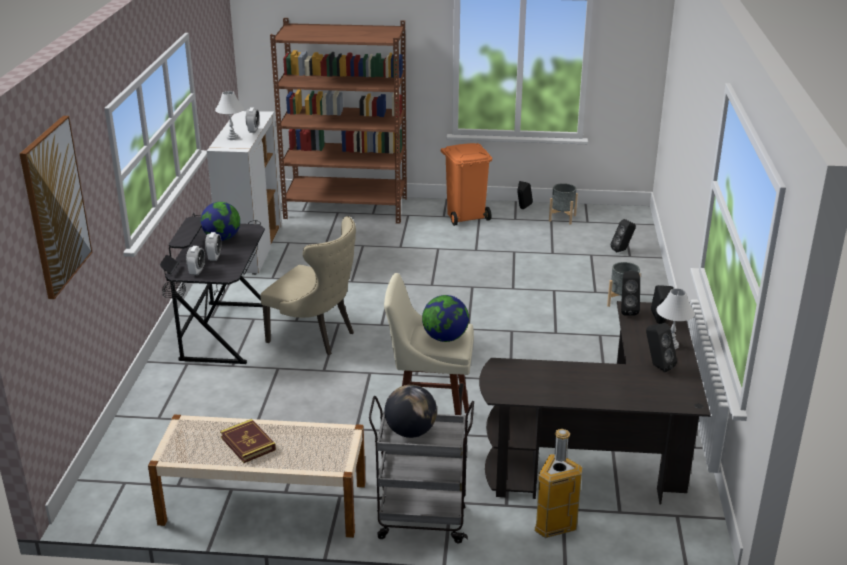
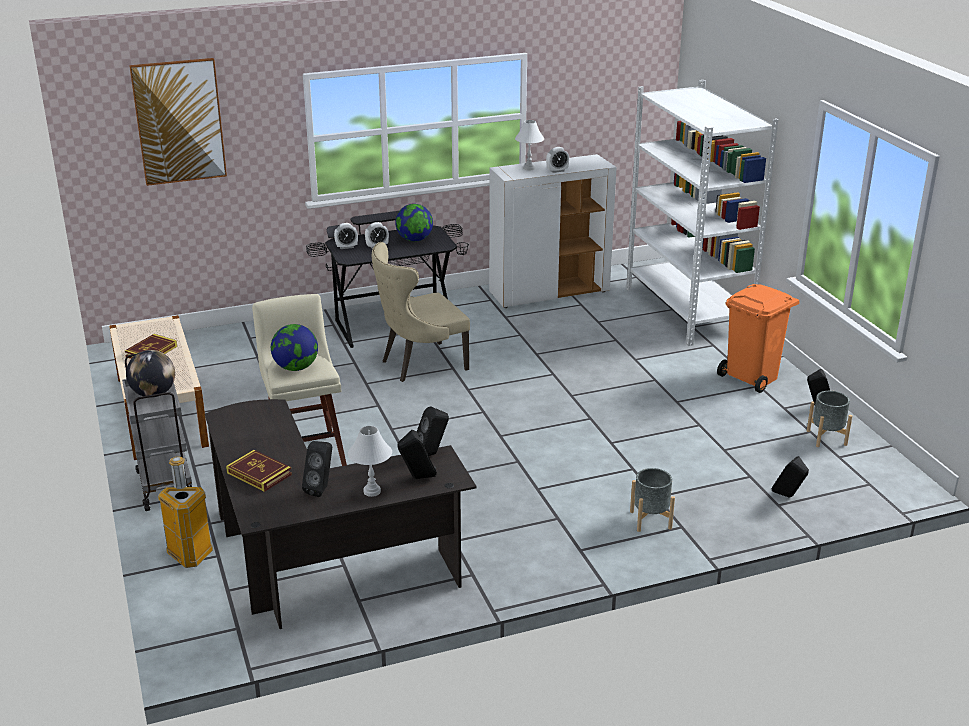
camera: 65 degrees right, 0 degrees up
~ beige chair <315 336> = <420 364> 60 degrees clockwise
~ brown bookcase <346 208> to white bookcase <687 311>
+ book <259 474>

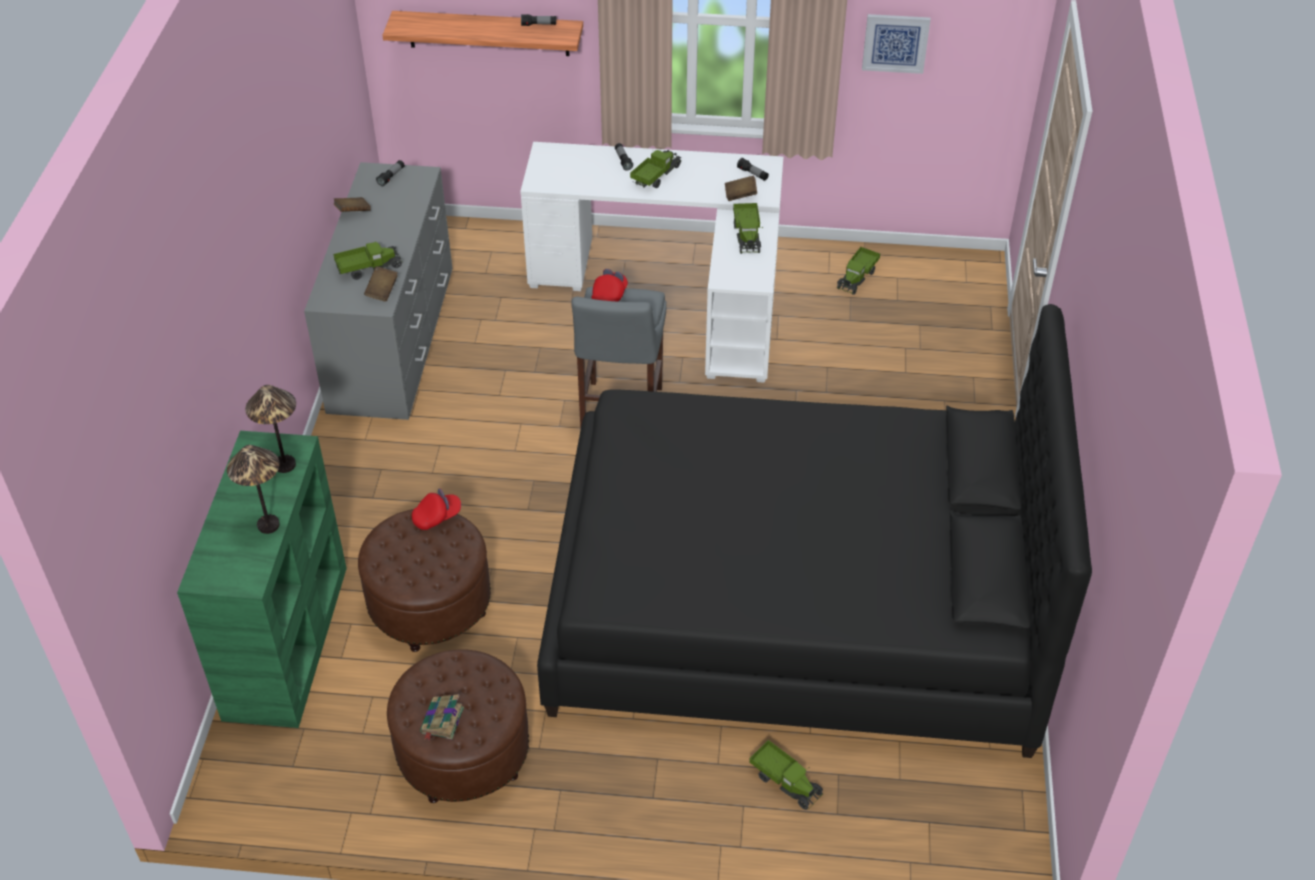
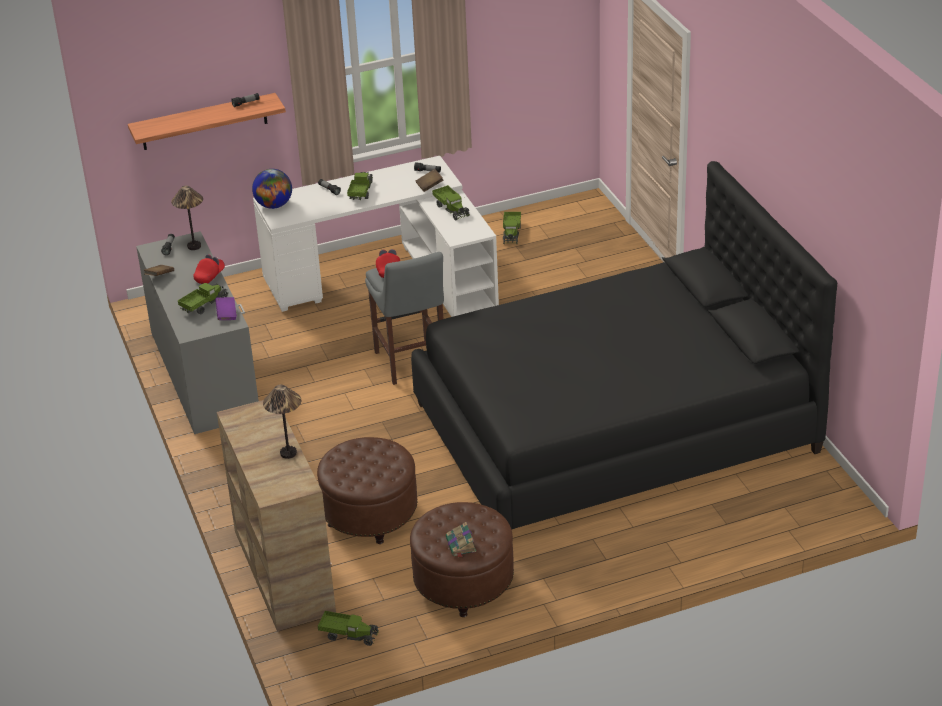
camera: 25 degrees left, 10 degrees down
~ green bookcase <284 641> to brown bookcase <282 572>
~ table lamp <284 465> to <194 246>
~ brown book <382 291> to purple book <226 314>
~ red cap <437 517> to <210 276>
~ toy truck <785 781> to <348 634>
- picture <895 43>
+ globe <274 205>

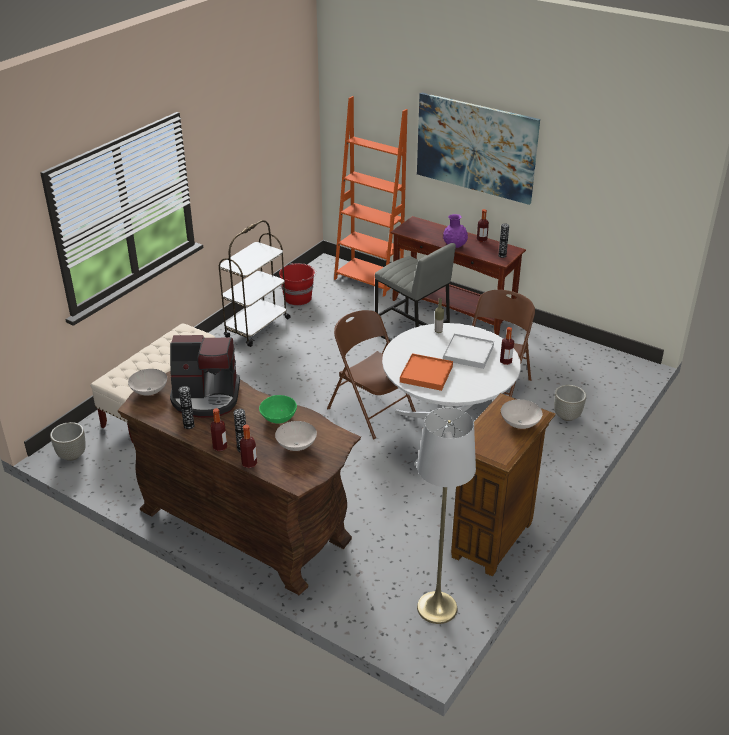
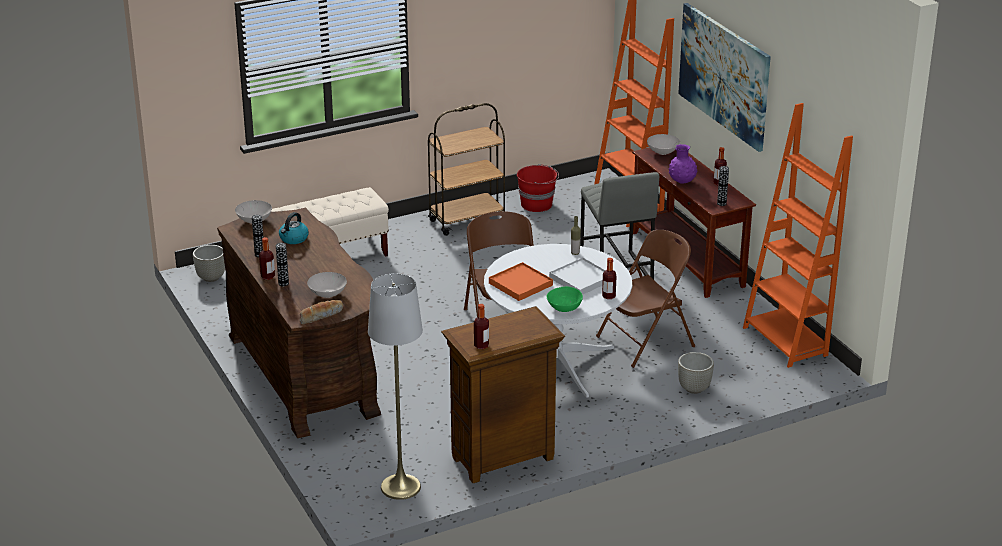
camera: 30 degrees right, 5 degrees down
~ coffee machine <206 398> to kettle <293 239>
~ white cart <256 328> to brown cart <467 221>
~ bottle <249 463> to <481 345>
~ green bowl <278 418> to <564 307>
~ white bowl <520 424> to <663 152>
+ bread <321 316>
+ orange bookcase <785 341>

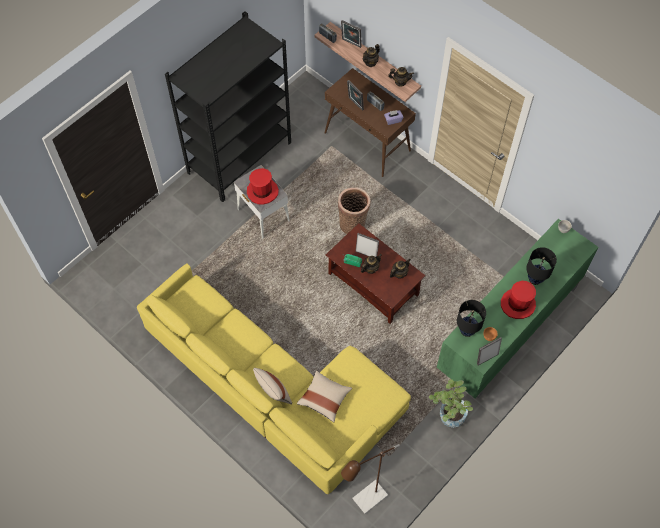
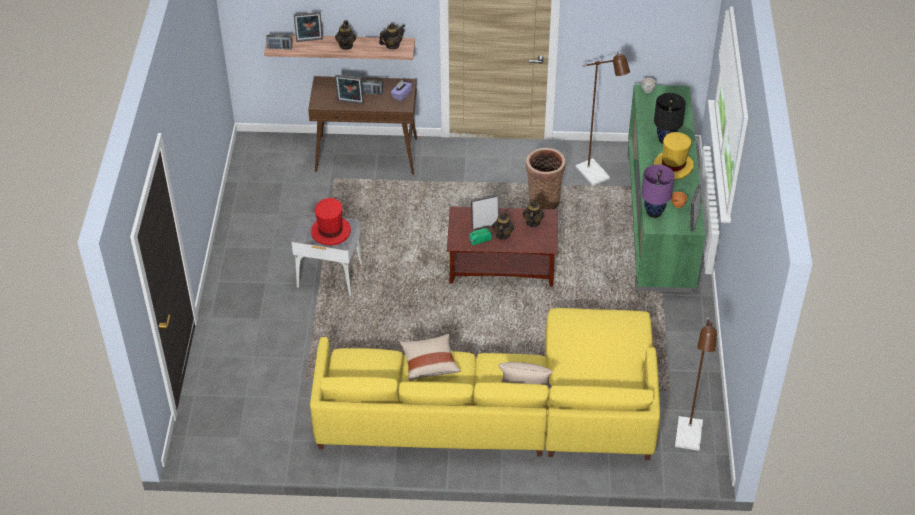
camera: 40 degrees left, 15 degrees down
- black bookcase <239 157>
~ beige pillow <324 399> to <429 363>
~ basket <353 223> to <543 200>
- potted plant <448 416>
~ black table lamp <467 330> to purple table lamp <654 212>
~ red hat <518 304> to yellow hat <673 166>
+ brown floor lamp <596 177>

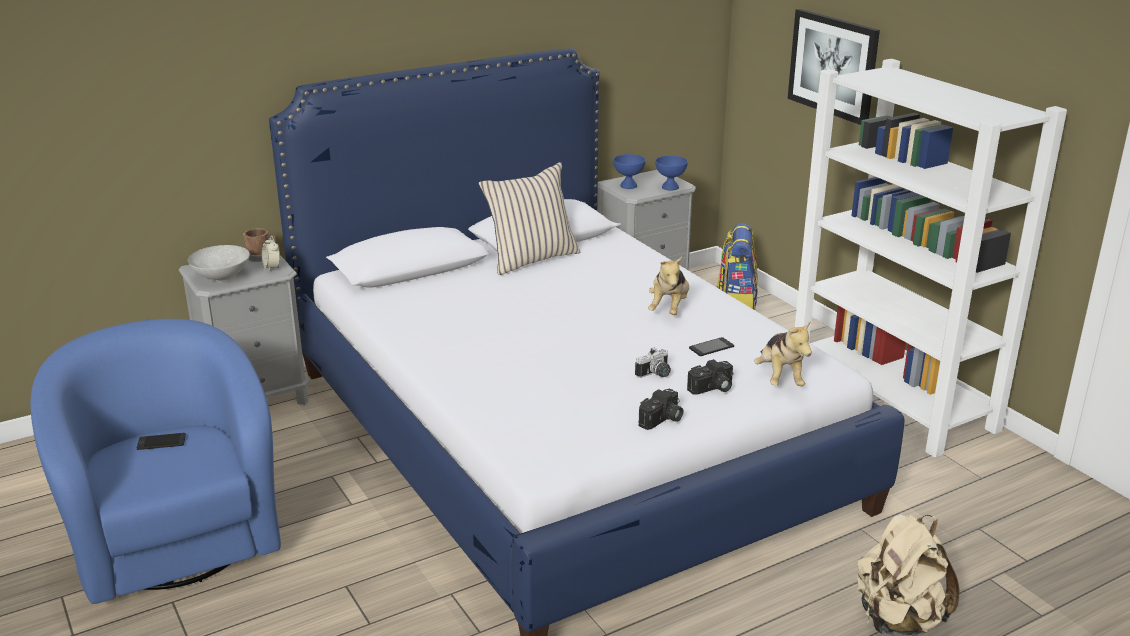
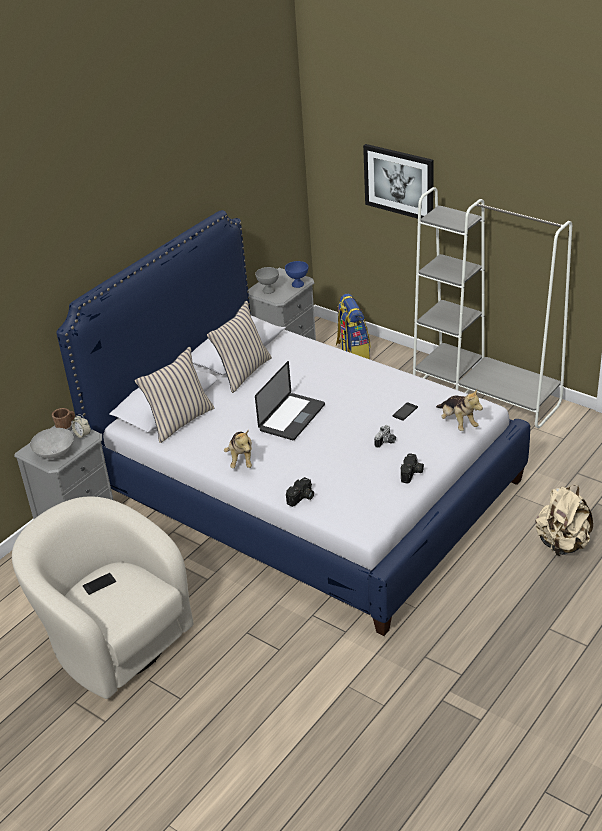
camera: 20 degrees left, 10 degrees up
~ blue armchair <175 538> to beige armchair <113 640>
~ blue bowl <628 186> to grey bowl <268 291>
~ plush toy <669 308> to <241 459>
~ photo camera <712 389> to <301 498>
~ white bookcase <891 397> to grey clothes rack <486 396>
+ beige pillow <179 421>
+ laptop <292 418>

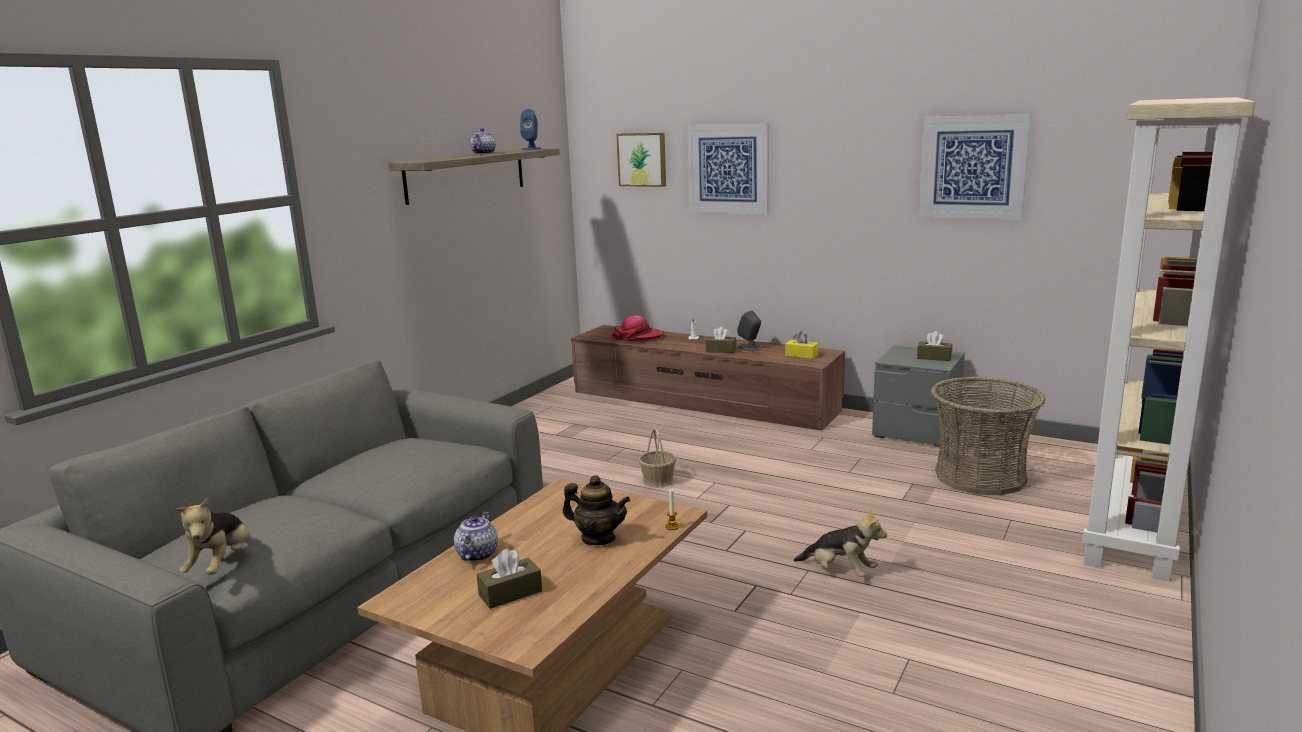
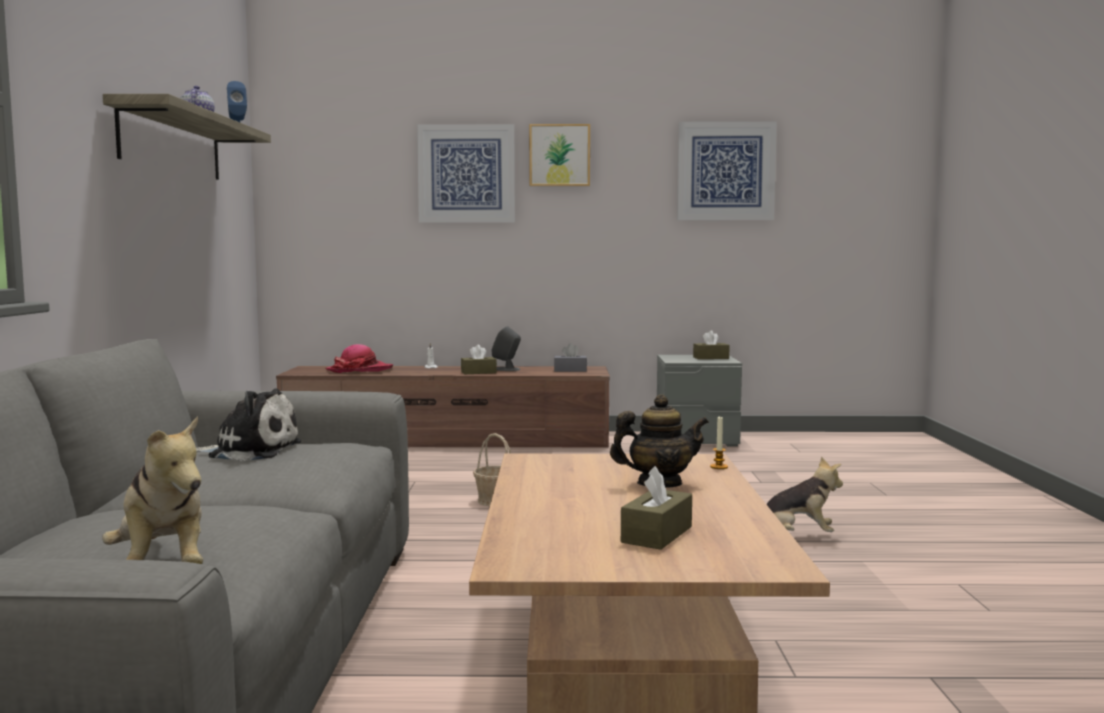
camera: 30 degrees left, 10 degrees down
- teapot <477 554>
~ picture <642 159> to <559 155>
~ yellow tissue box <801 355> to grey tissue box <570 370>
- basket <980 477>
- beige bookcase <1133 525>
+ plush toy <250 451>

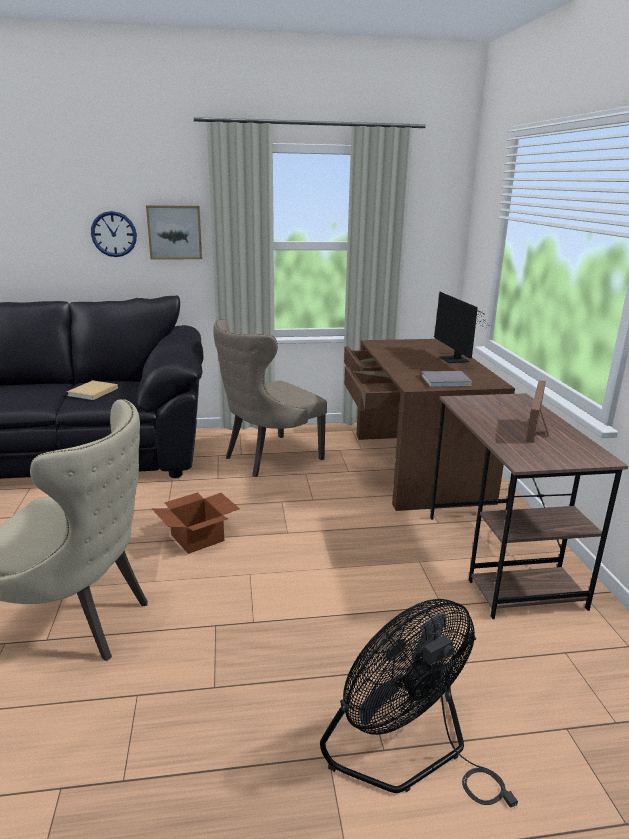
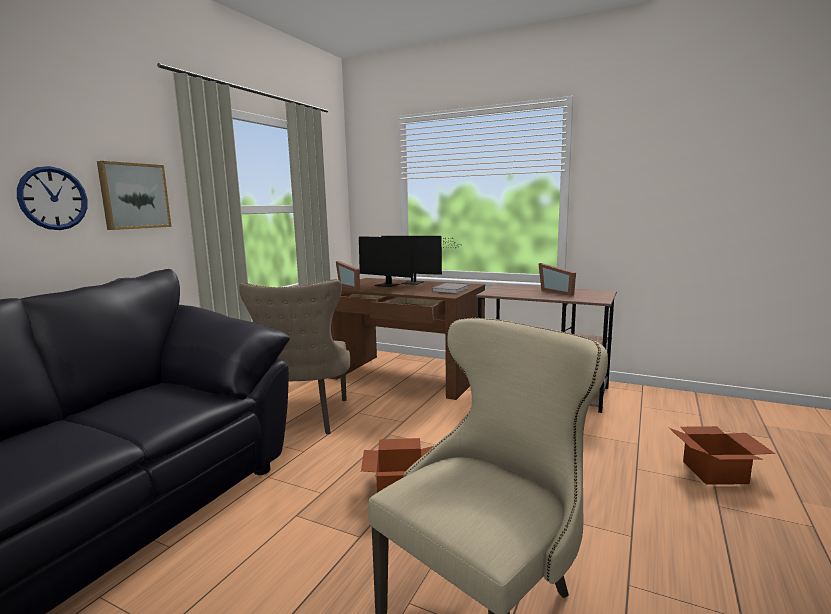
camera: 55 degrees left, 10 degrees down
- beige book <92 392>
~ black fan <419 751> to cardboard box <716 473>
+ picture frame <351 286>
+ monitor <389 285>

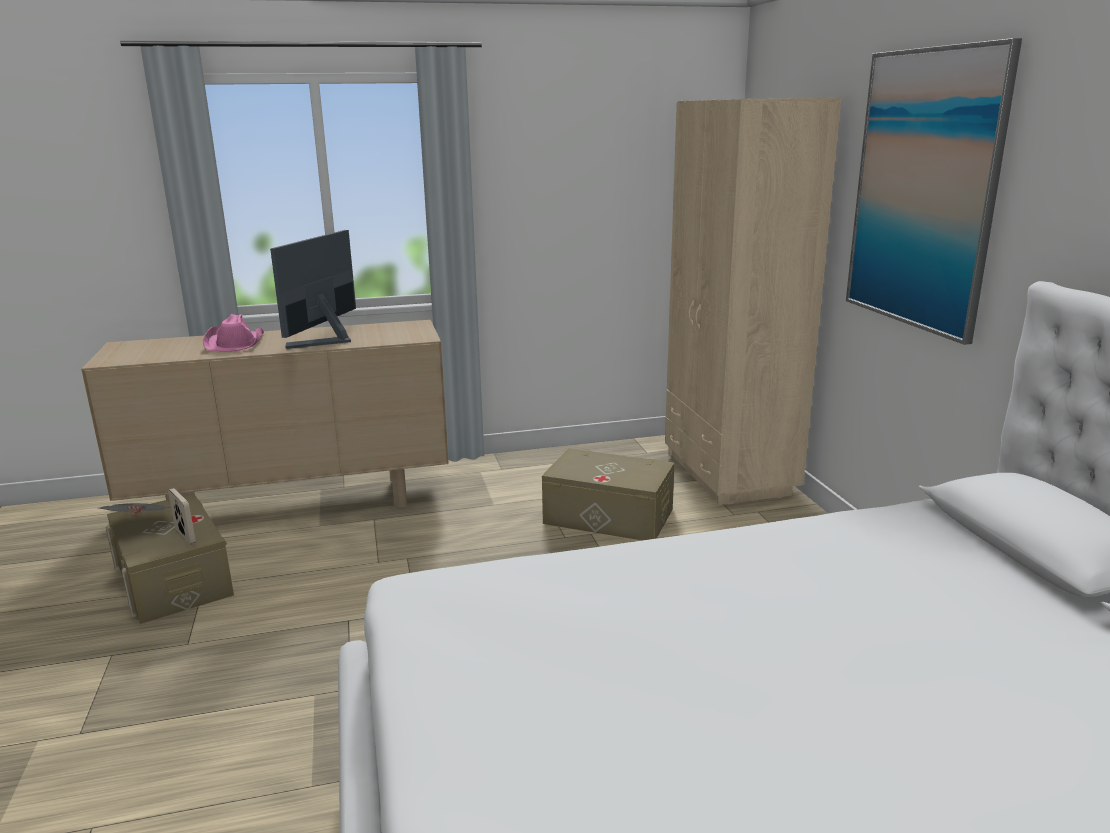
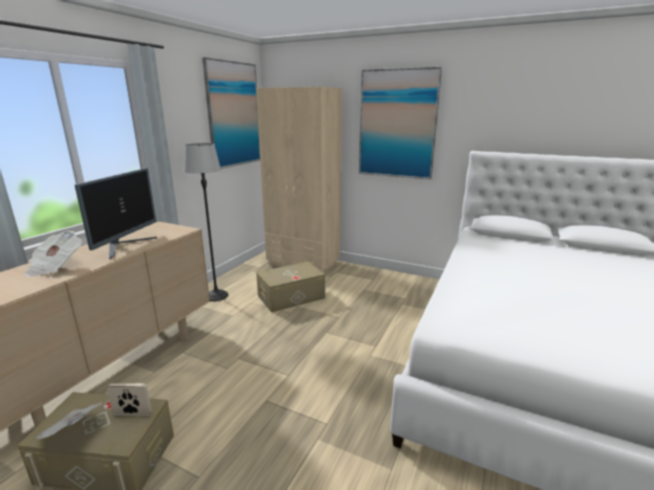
camera: 50 degrees left, 0 degrees up
~ pink hat <235 343> to newspaper <55 267>
~ monitor <327 339> = <125 246> 135 degrees counterclockwise
+ floor lamp <216 296>
+ picture <233 115>

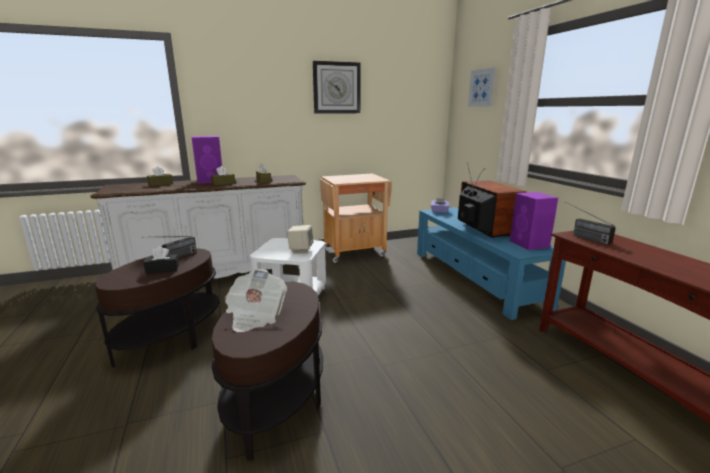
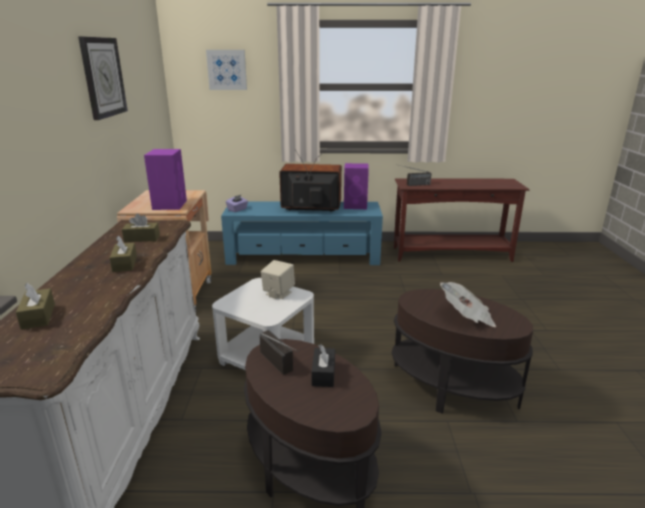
camera: 70 degrees left, 5 degrees up
~ purple speaker <211 181> to <170 204>

